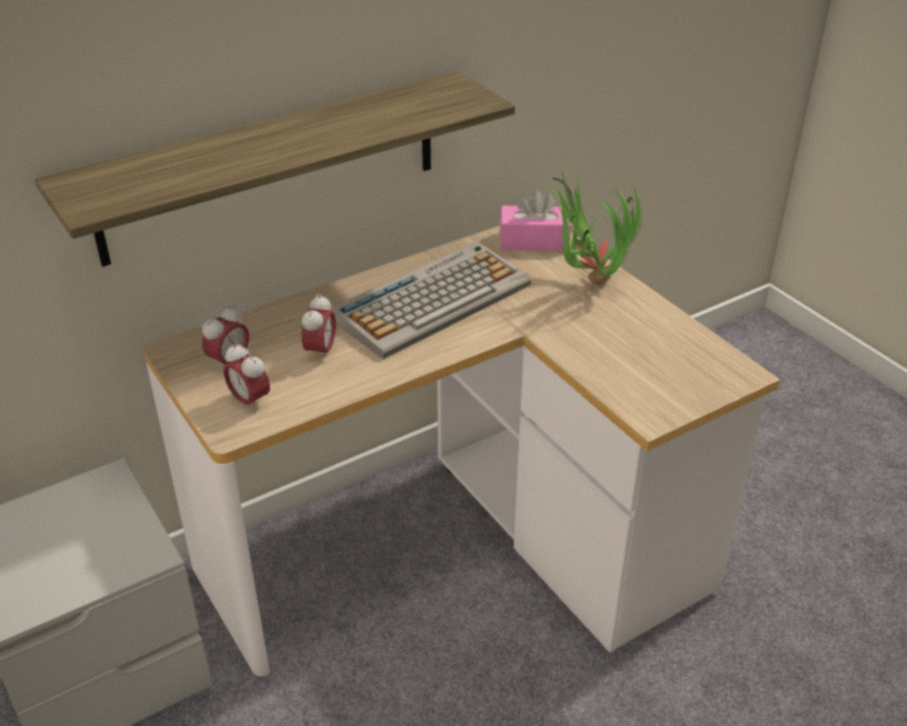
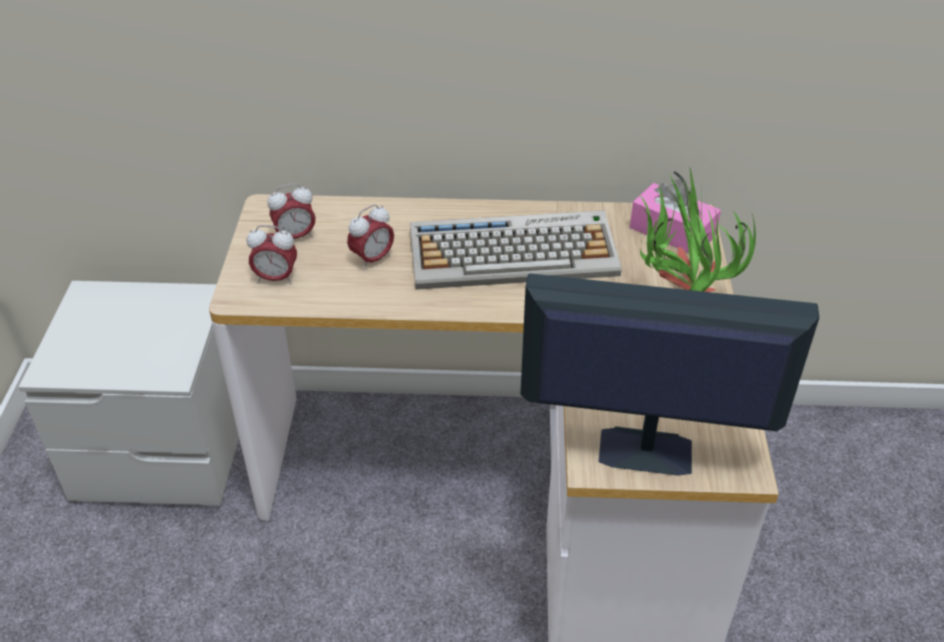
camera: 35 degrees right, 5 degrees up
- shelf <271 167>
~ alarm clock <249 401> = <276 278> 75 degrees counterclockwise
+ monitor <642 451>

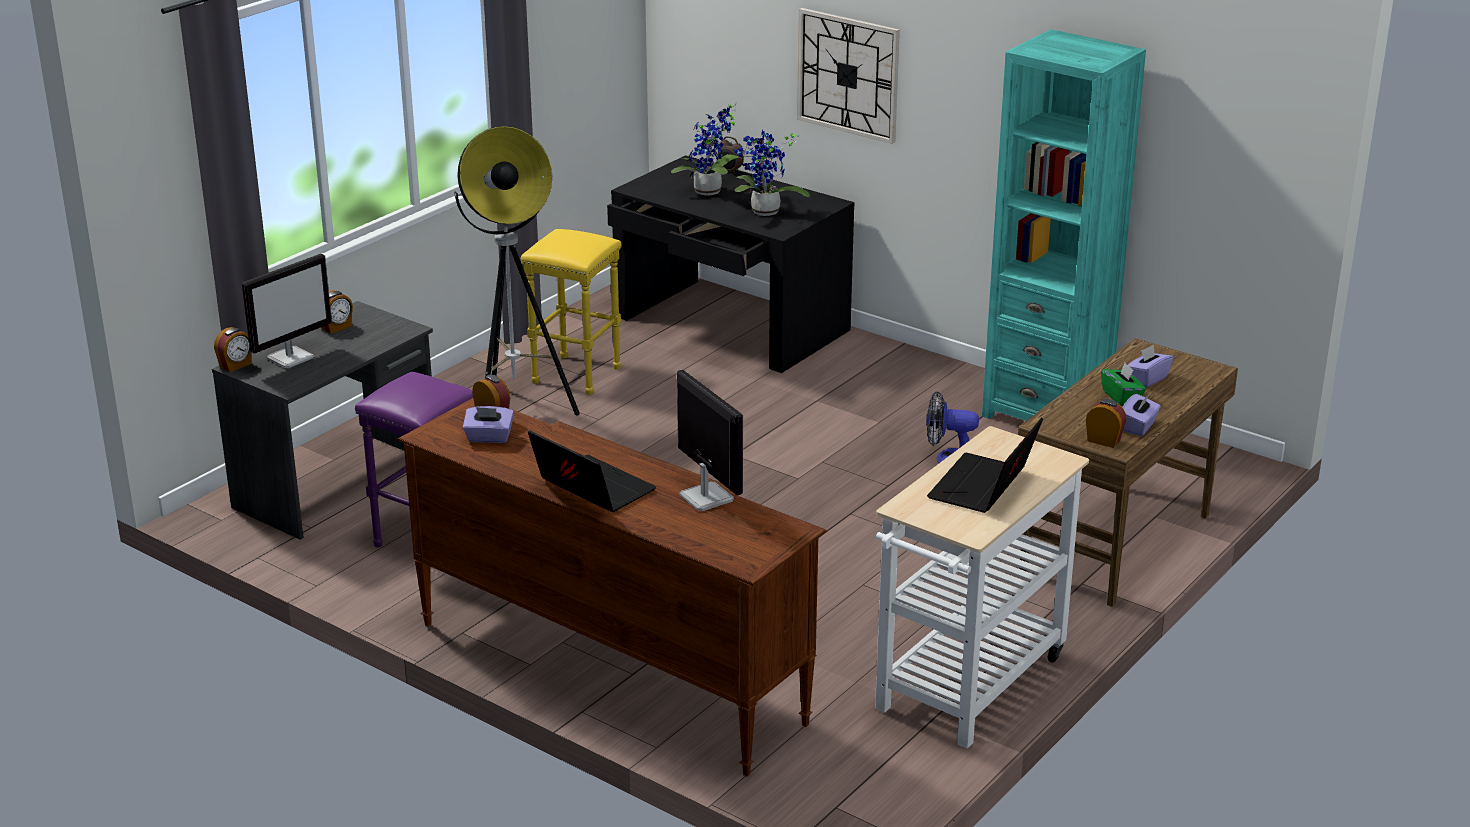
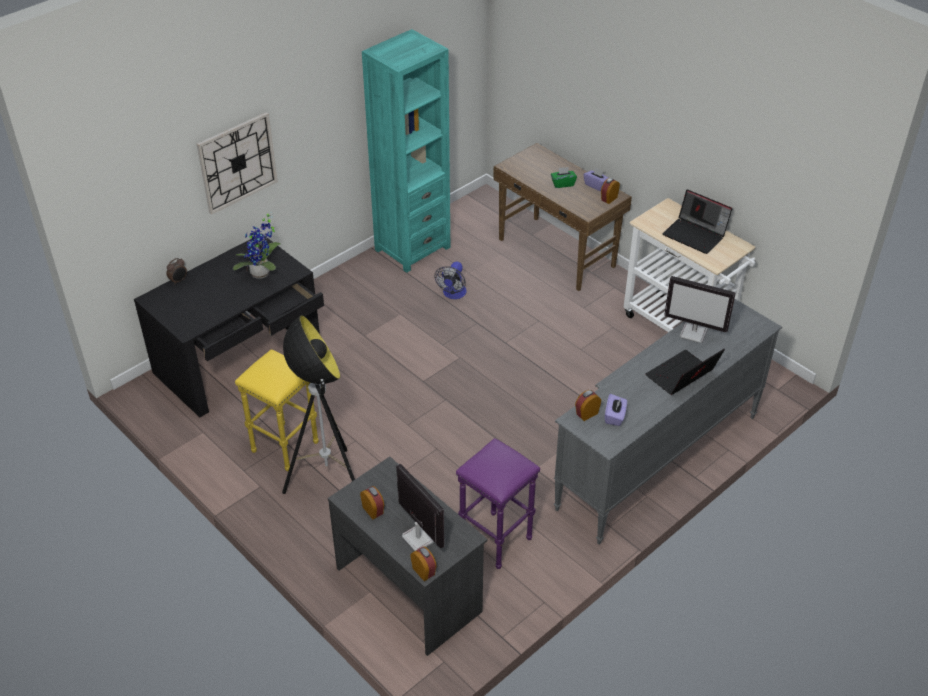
camera: 80 degrees left, 15 degrees up
~ brown cabinet <611 671> to grey cabinet <656 461>
- potted plant <710 192>
~ monitor <705 497> = <694 333> 135 degrees counterclockwise
- purple tissue box <1147 379>

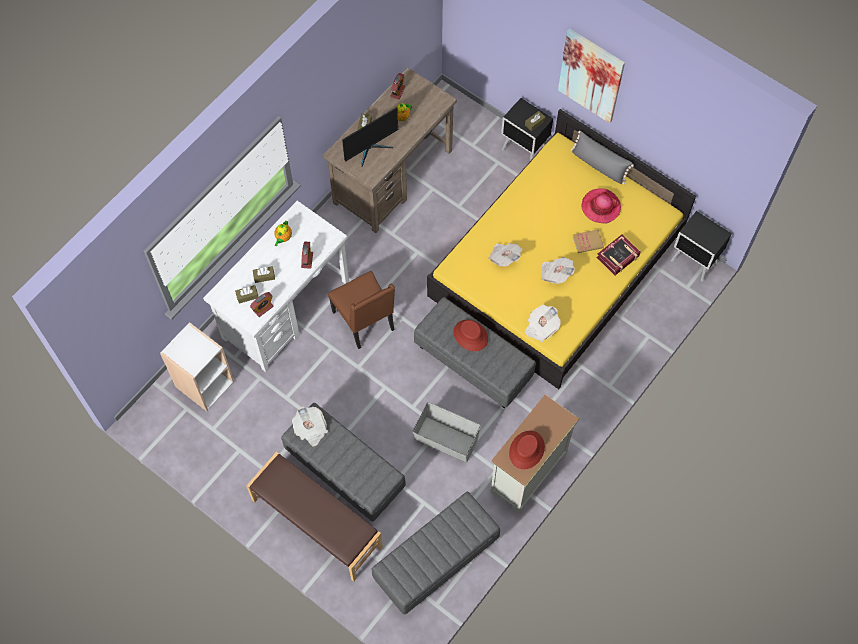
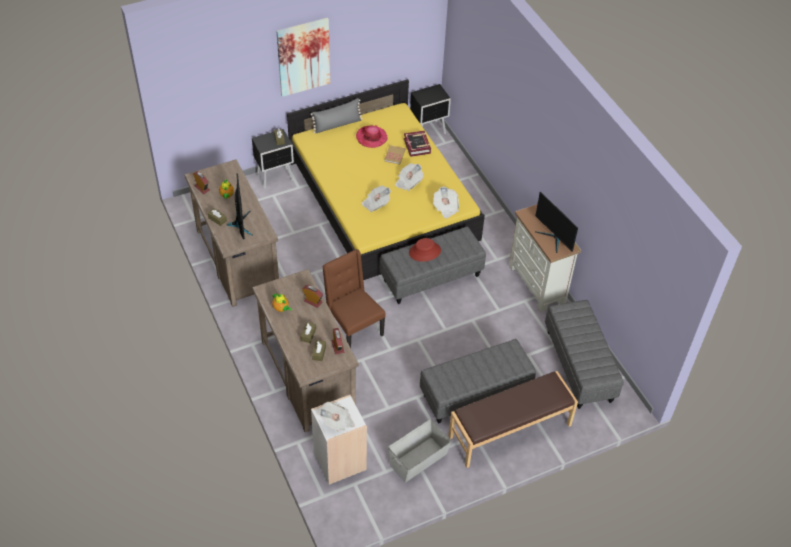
camera: 65 degrees left, 15 degrees down
~ white desk <285 308> to brown desk <306 376>
~ newspaper <310 429> to <337 422>
~ brown chair <365 321> = <353 329> 120 degrees counterclockwise
~ grey storage box <446 440> to <419 459>
~ red hat <527 450> to monitor <553 238>

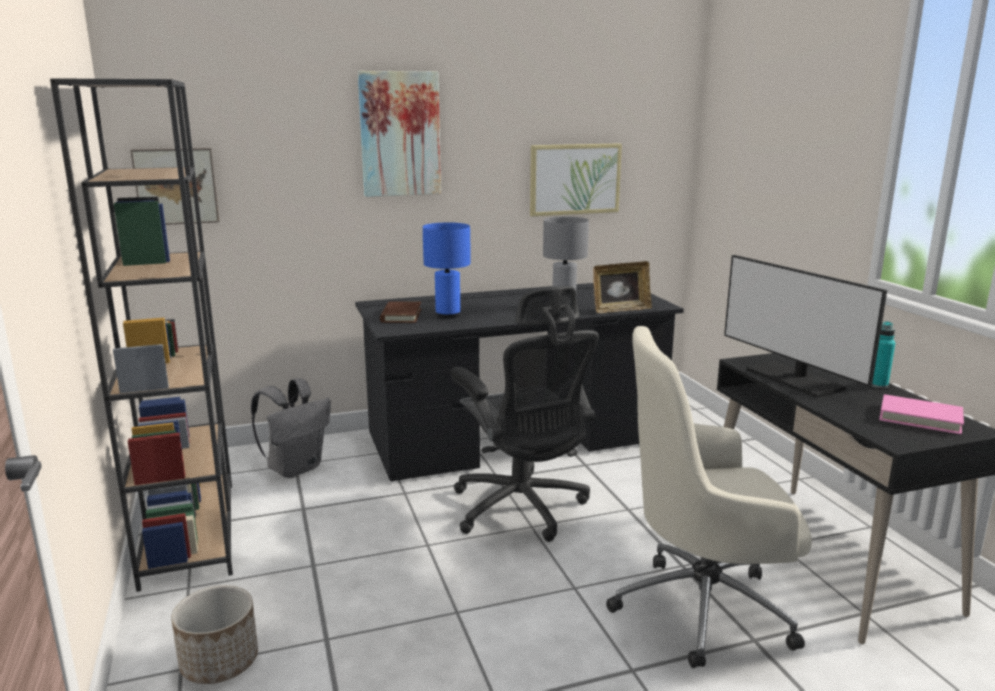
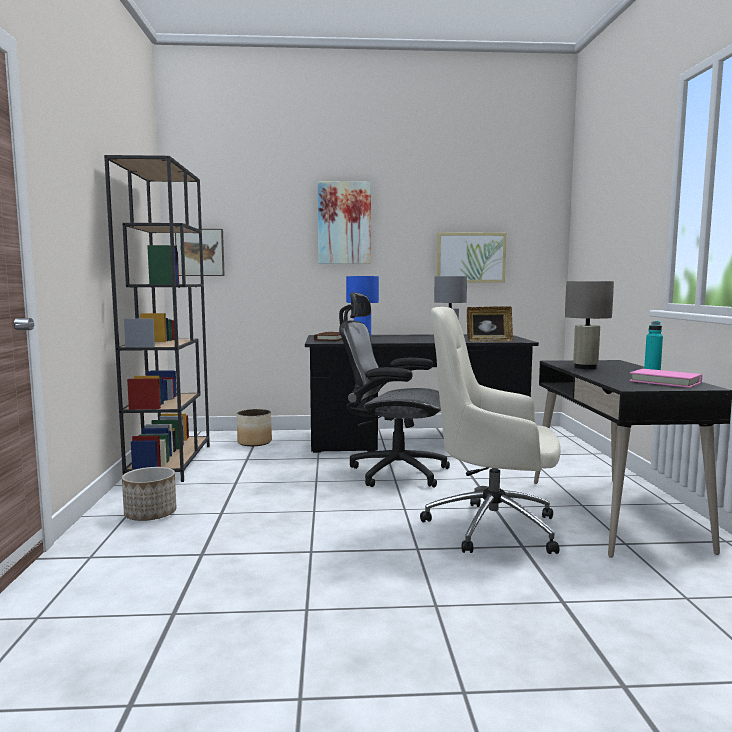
camera: 15 degrees right, 10 degrees down
~ grey backpack <296 468> to planter <254 442>
~ office chair <521 511> = <393 472> 120 degrees clockwise
~ monitor <794 379> to grey table lamp <586 367>

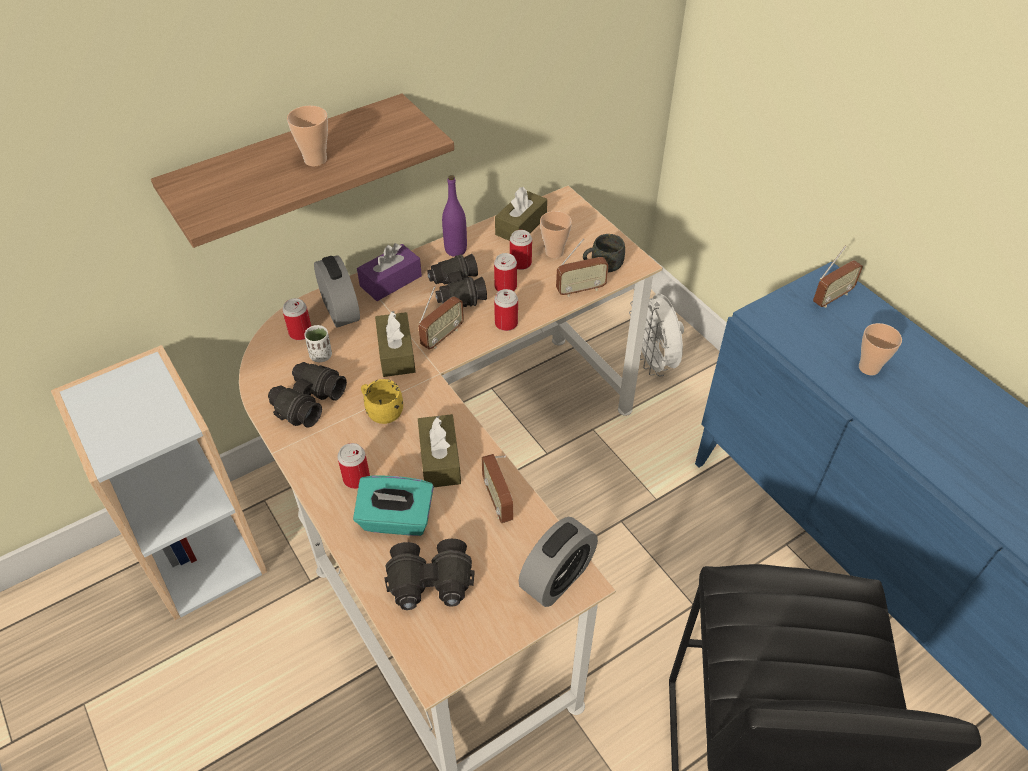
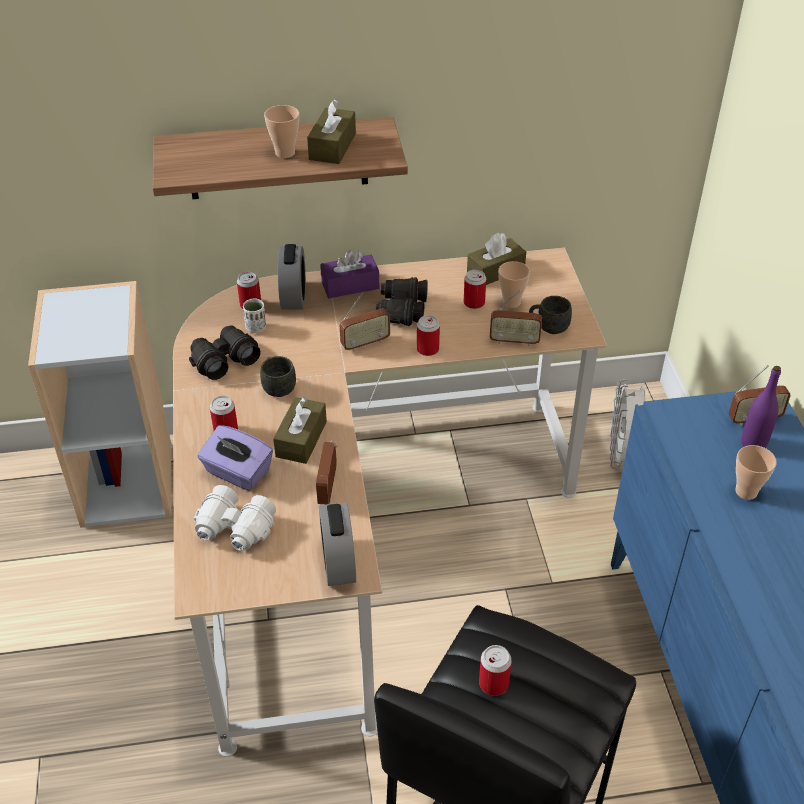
camera: 25 degrees right, 5 degrees down
~ turquoise tissue box <396 520> to purple tissue box <237 473>
~ yellow mug <381 411> to grey mug <277 387>
~ brown tissue box <396 353> to <332 147>
~ black binoculars <431 584> to white binoculars <234 529>
~ purple bottle <455 250> to <753 444>
~ can <505 287> to <493 683>
~ alarm clock <557 578> = <338 563> 105 degrees clockwise

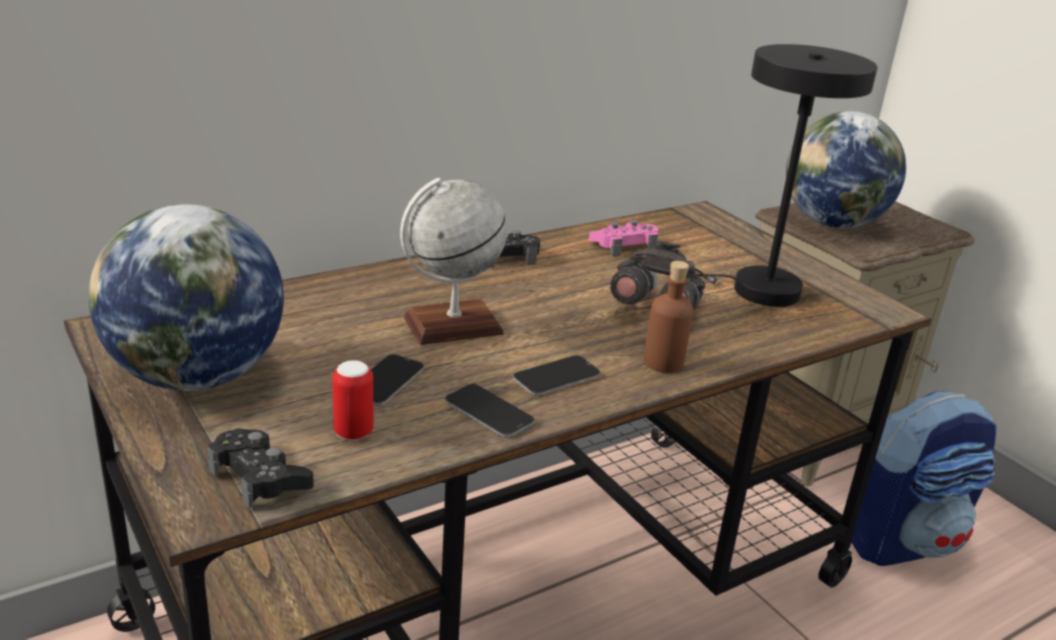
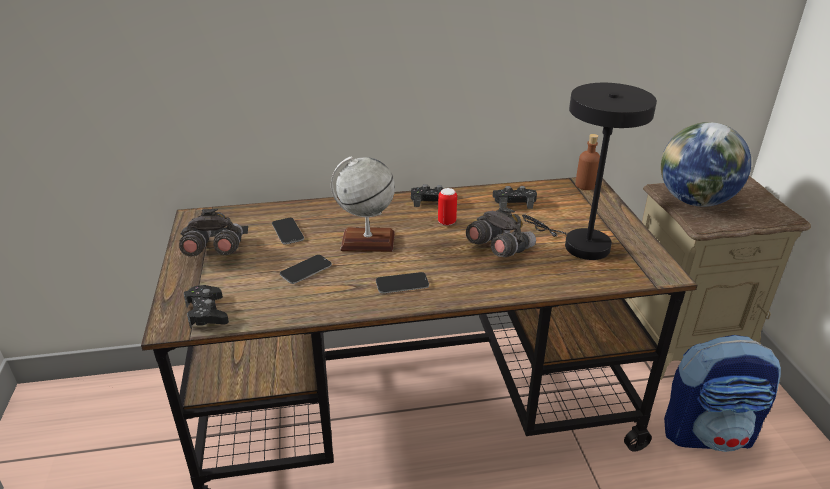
camera: 25 degrees right, 5 degrees up
~ globe <196 377> to grey binoculars <214 251>
~ can <353 432> to <447 222>
~ phone <488 412> to <287 232>
~ pink game controller <624 246> to black game controller <514 202>
~ brown bottle <663 362> to <585 185>

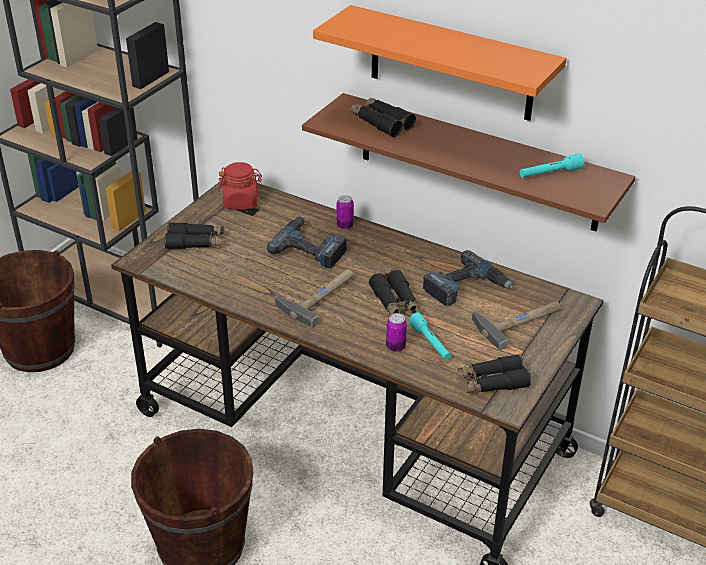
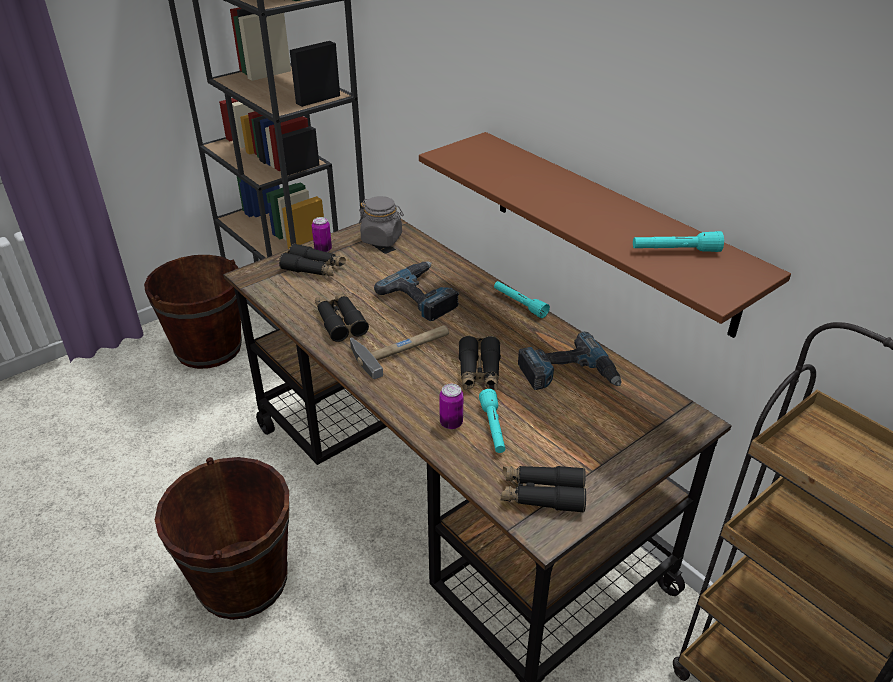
camera: 20 degrees right, 0 degrees up
~ red jar <241 202> to grey jar <382 239>
- orange shelf <451 64>
~ can <345 226> to <323 249>
~ black binoculars <381 122> to <340 321>
- hammer <519 321>
+ turquoise flashlight <519 304>

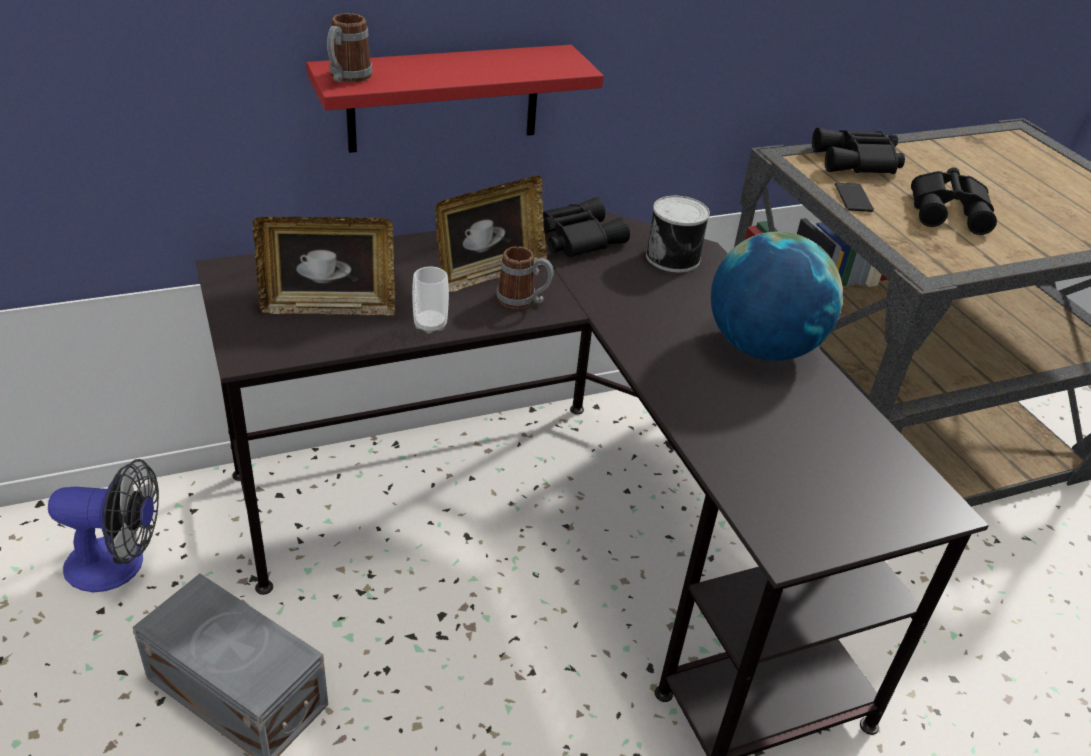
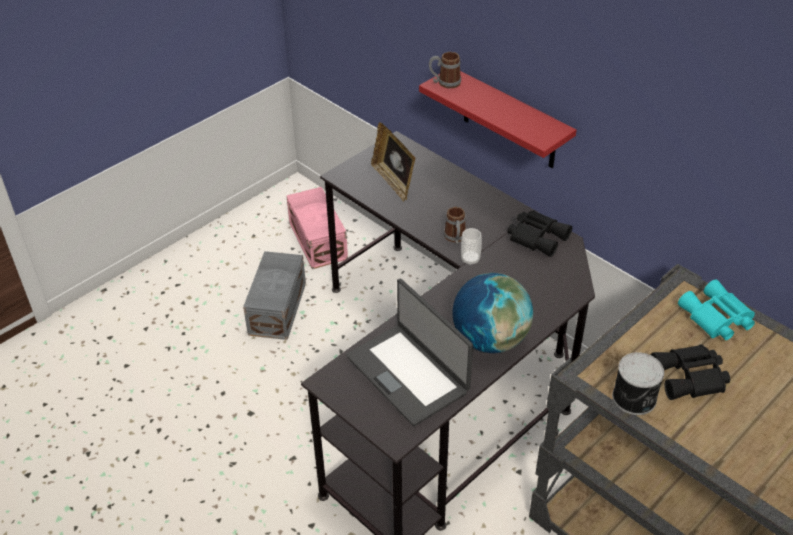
camera: 70 degrees right, 5 degrees up
~ fan <119 565> to pink storage box <318 240>
~ cup <430 325> to <470 259>
- picture frame <489 273>
~ can <674 257> to <635 398>
~ black binoculars <857 162> to turquoise binoculars <716 318>
- phone <853 198>
+ laptop <408 373>

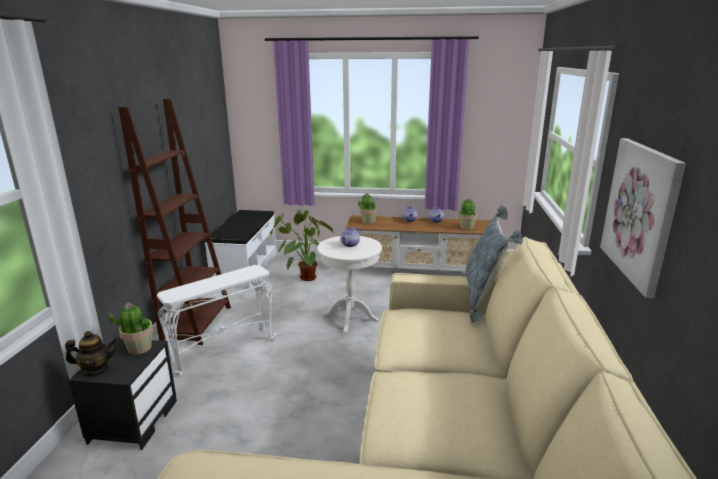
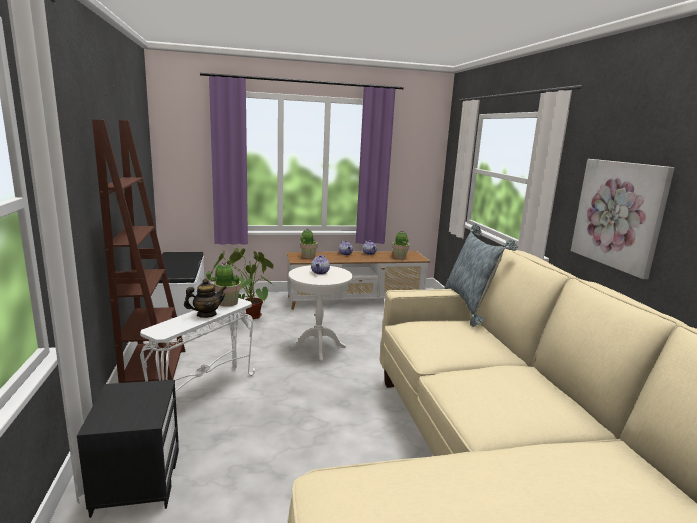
camera: 20 degrees left, 5 degrees down
~ teapot <96 370> to <206 315>
~ potted plant <139 348> to <227 303>

